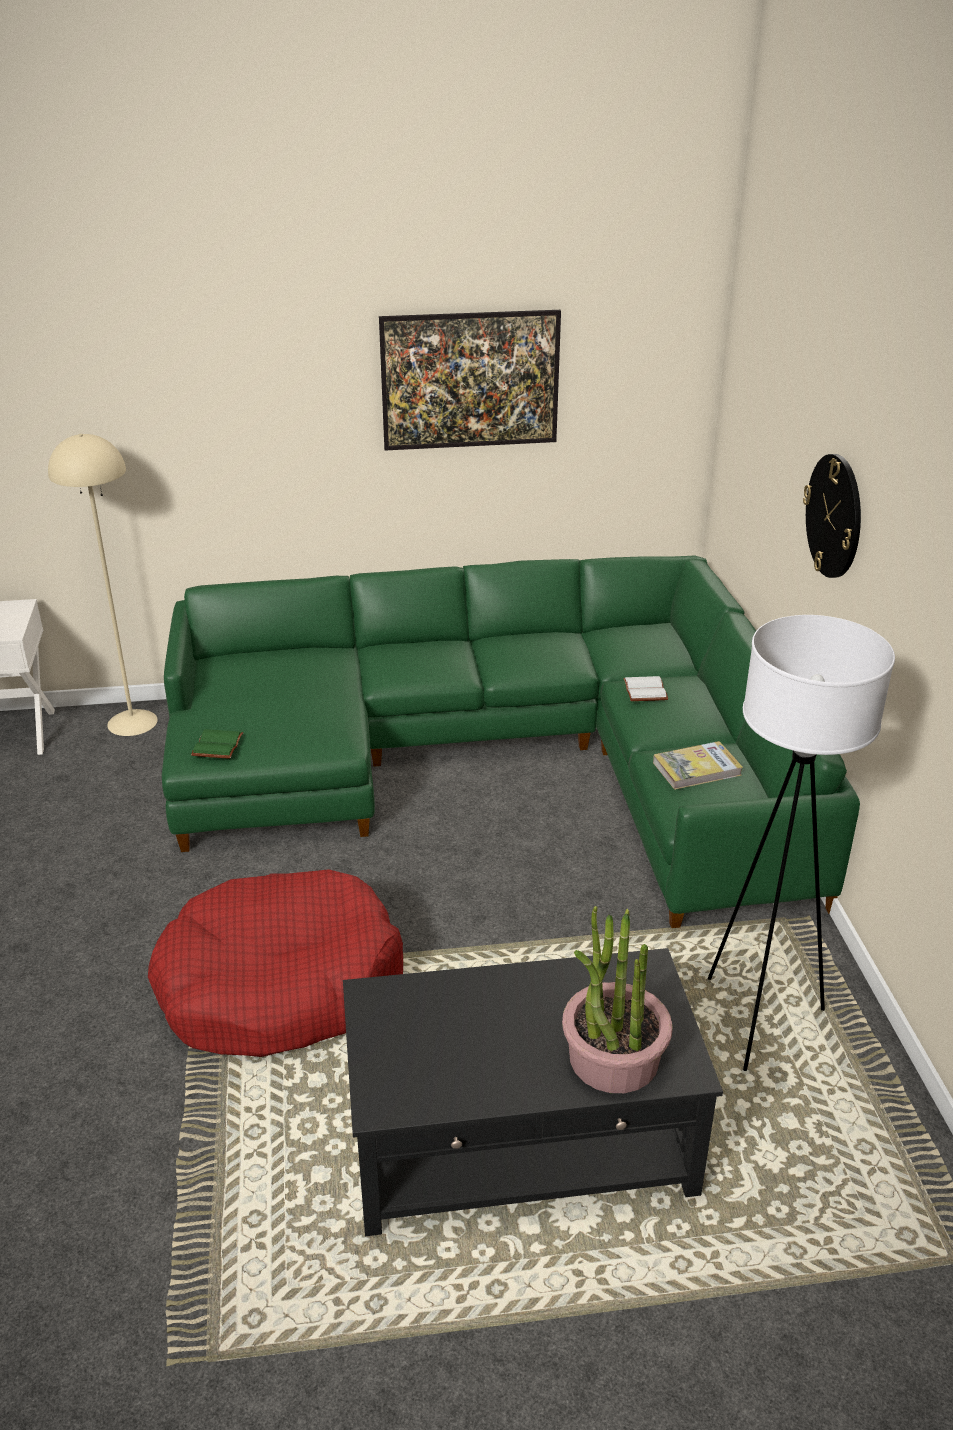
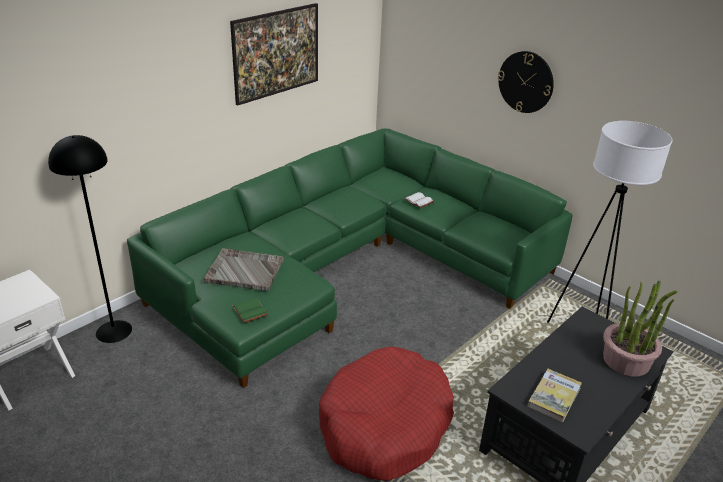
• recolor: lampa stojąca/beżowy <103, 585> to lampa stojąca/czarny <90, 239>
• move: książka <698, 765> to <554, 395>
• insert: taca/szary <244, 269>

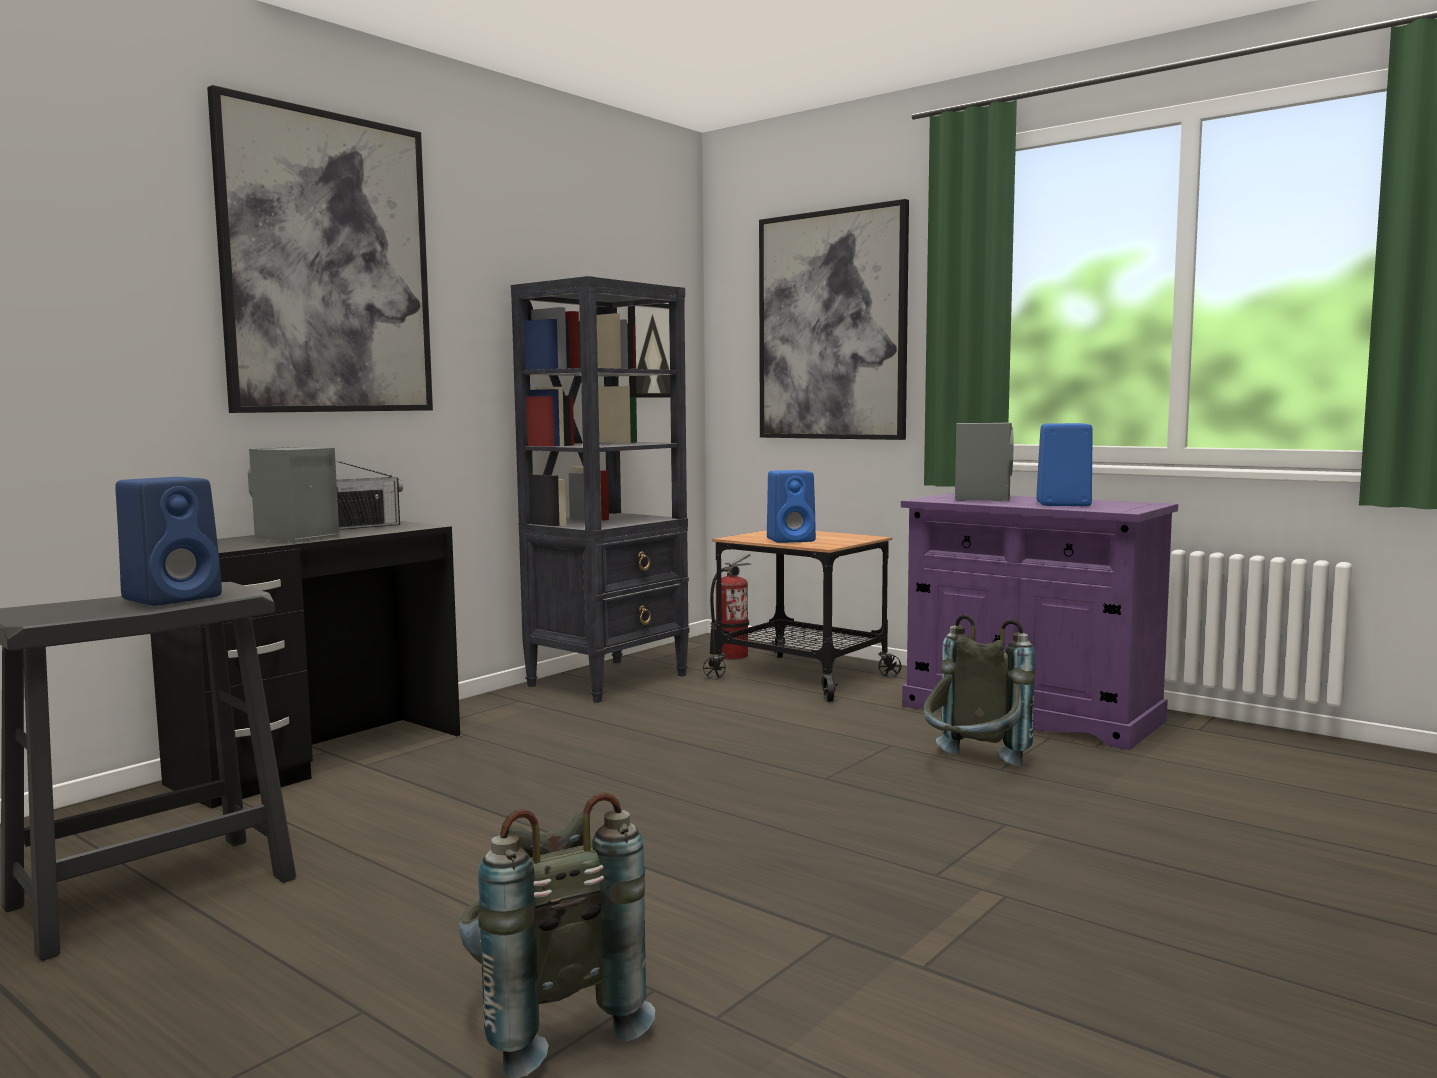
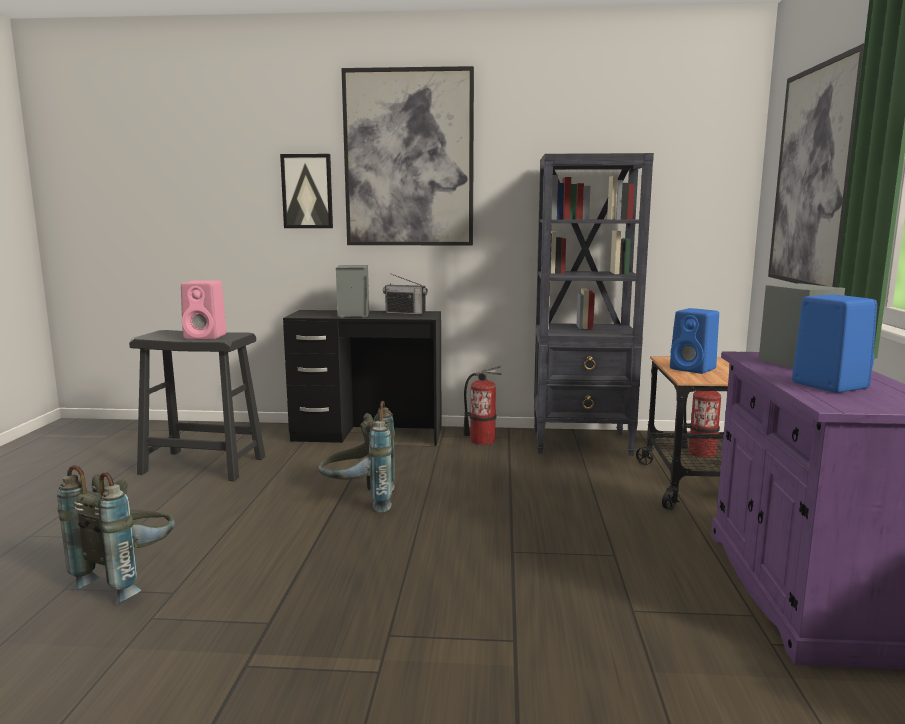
• move: obraz <649, 350> to <306, 191>
• recolor: głośnik/niebieski <168, 541> to głośnik/różowy <203, 310>
• move: plecak/szary <980, 690> to <356, 456>
• insert: gaśnica <482, 405>

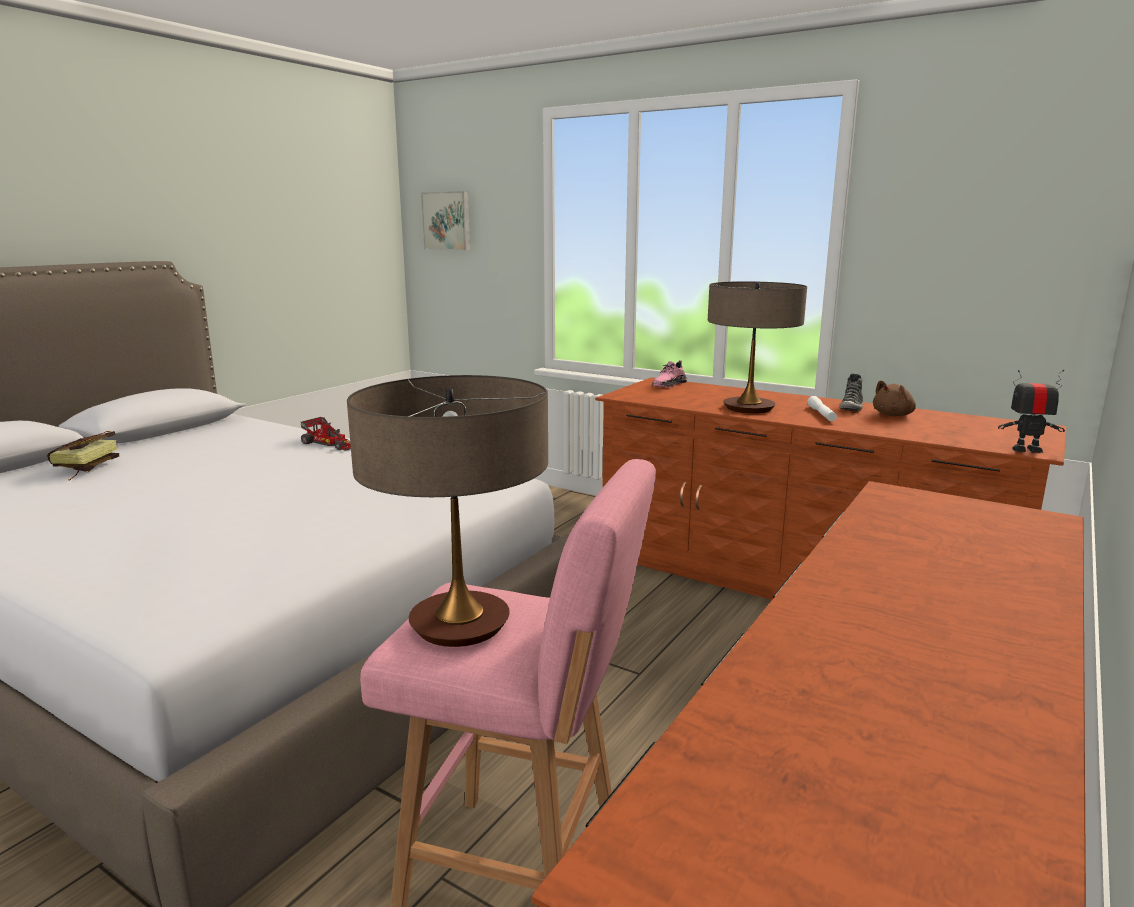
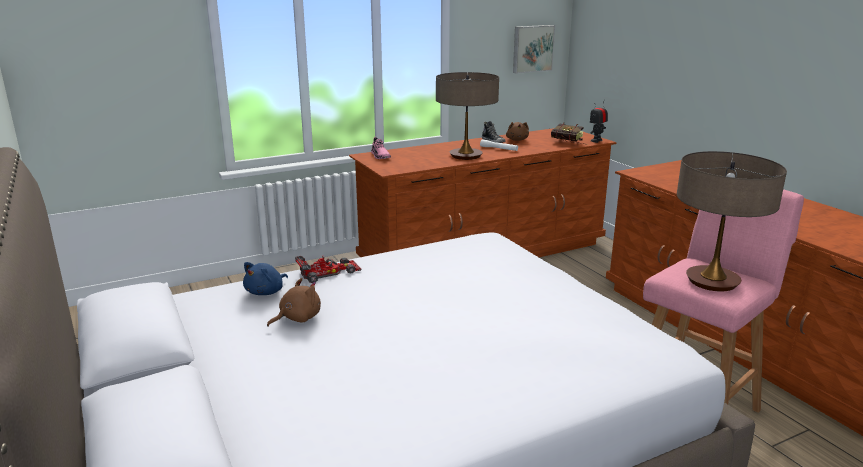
• move: obraz <445, 221> to <534, 49>
• move: książka <83, 456> to <569, 134>
• insert: pluszak/niebieski <265, 278>
• insert: pluszak/brązowy <294, 302>

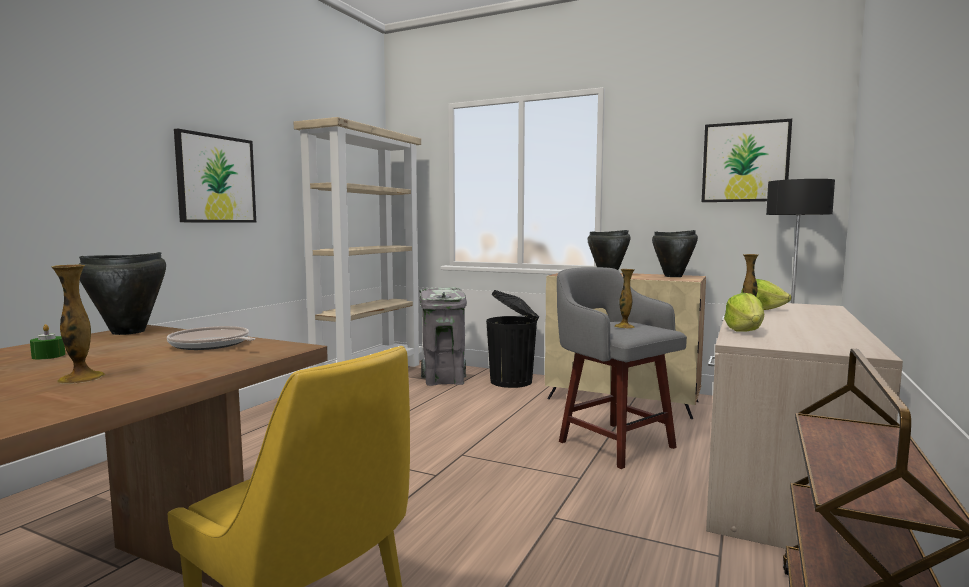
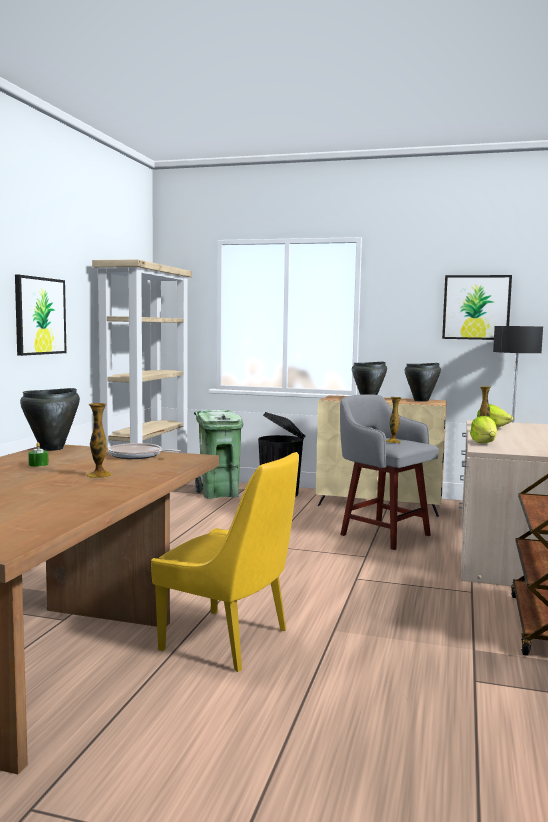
• recolor: kosz na śmieci/szary <443, 337> to kosz na śmieci/zielony <218, 454>

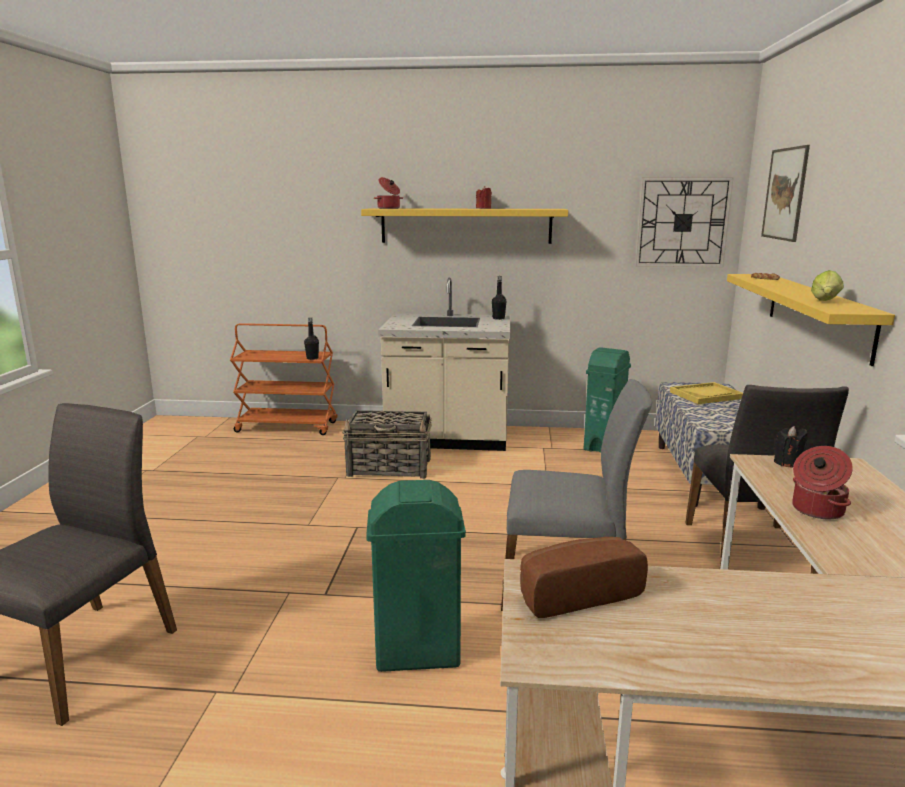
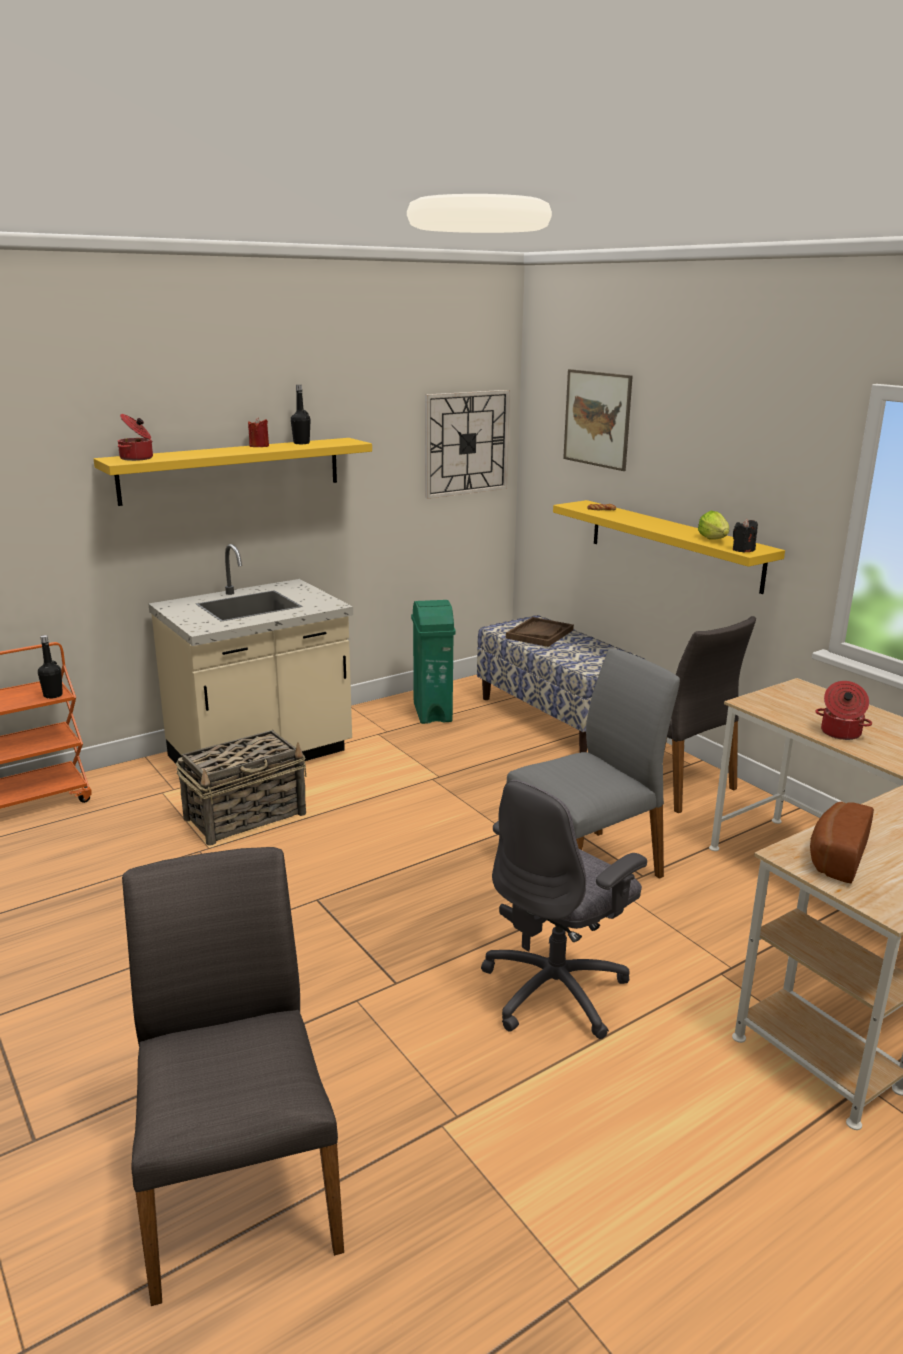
• move: butelka/czarny <499, 298> to <300, 414>
• recolor: taca/żółty <706, 393> to taca/brązowy <540, 632>
• move: świeca/czarny <790, 447> to <745, 536>
• replace: kosz na śmieci/zielony <416, 576> to krzesło biurowe/szary <564, 909>

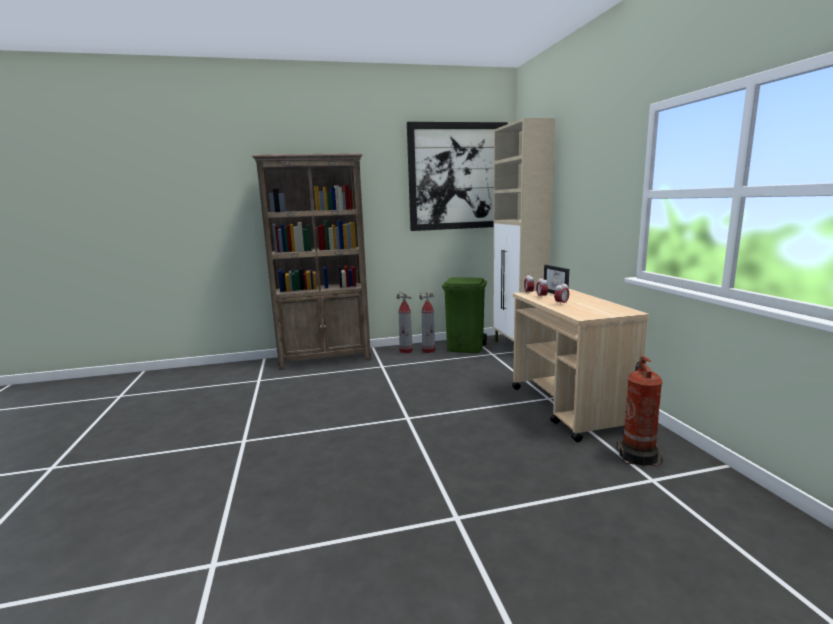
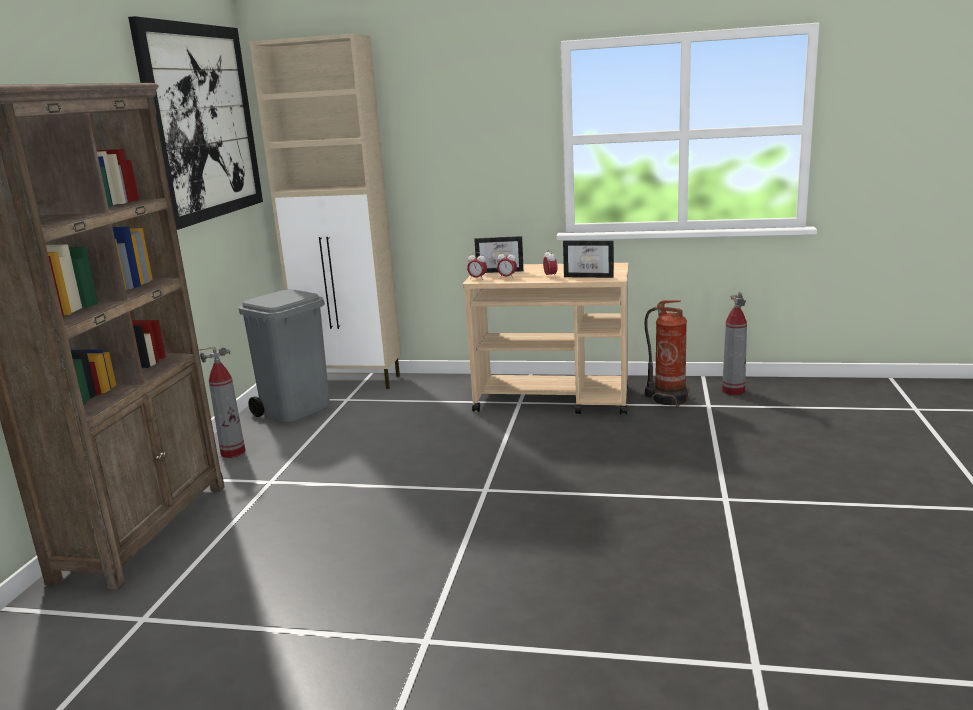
• recolor: kosz na śmieci/zielony <464, 315> to kosz na śmieci/szary <284, 356>
• move: gaśnica <427, 322> to <734, 343>
• insert: ramka na zdjęcie <588, 259>

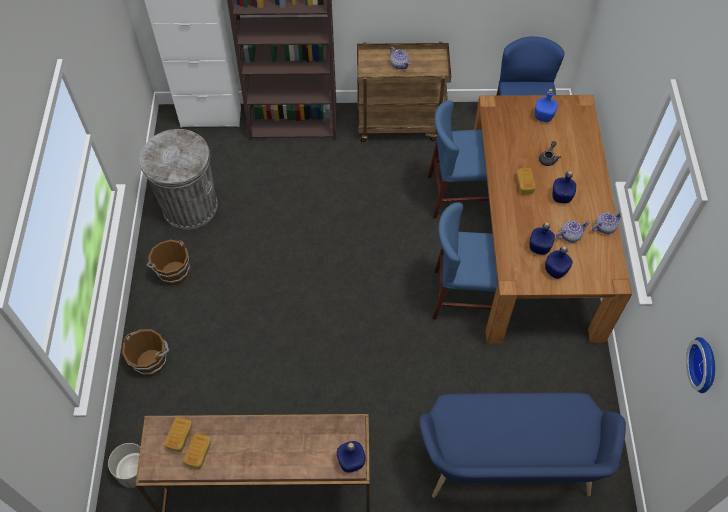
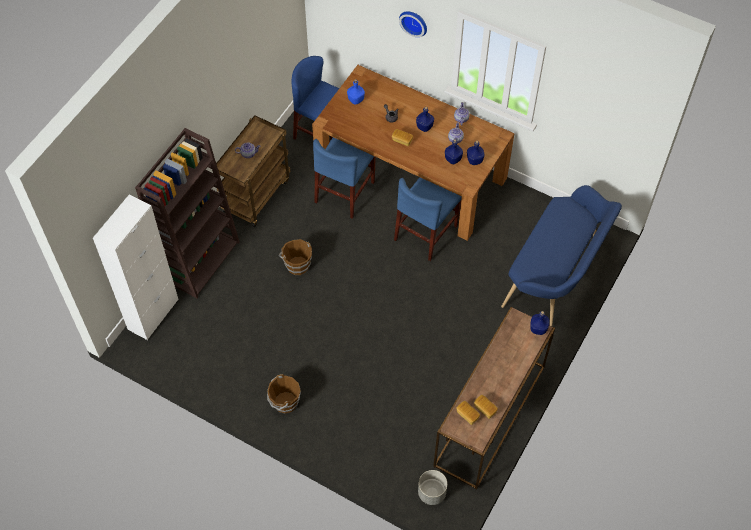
• delete: kosz na śmieci/szary <178, 179>
• move: wiadro/brązowy <145, 352> to <295, 257>
• move: zegar ścienny <700, 365> to <413, 24>

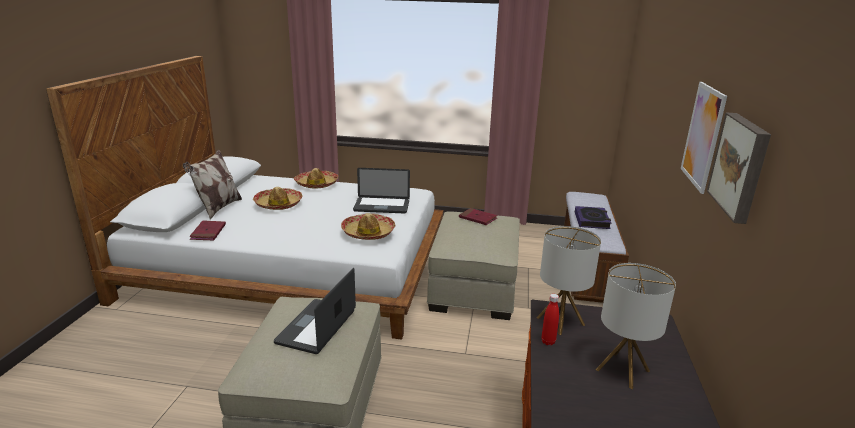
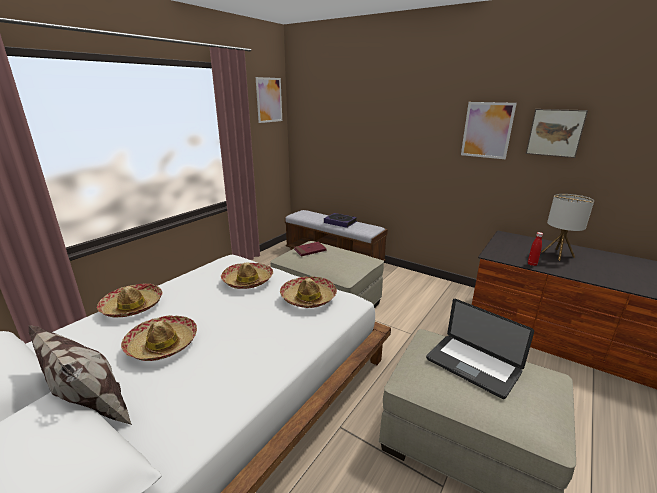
• replace: laptop <381, 191> to kapelusz <247, 275>
• delete: książka/czerwony <207, 230>
• delete: lampa stołowa <569, 280>
• insert: obraz <269, 100>

